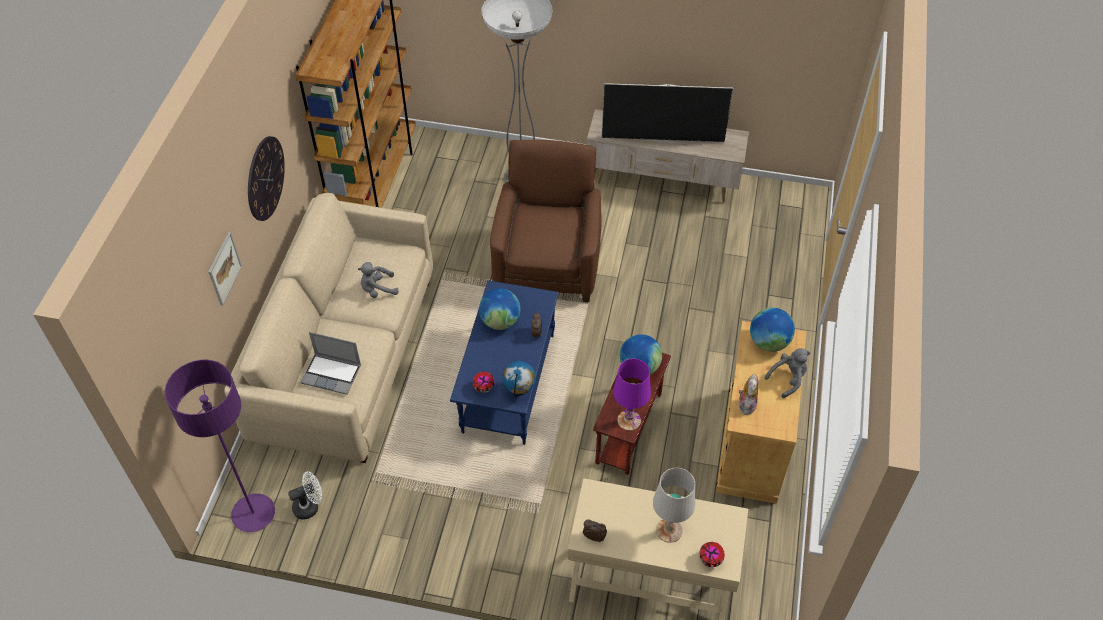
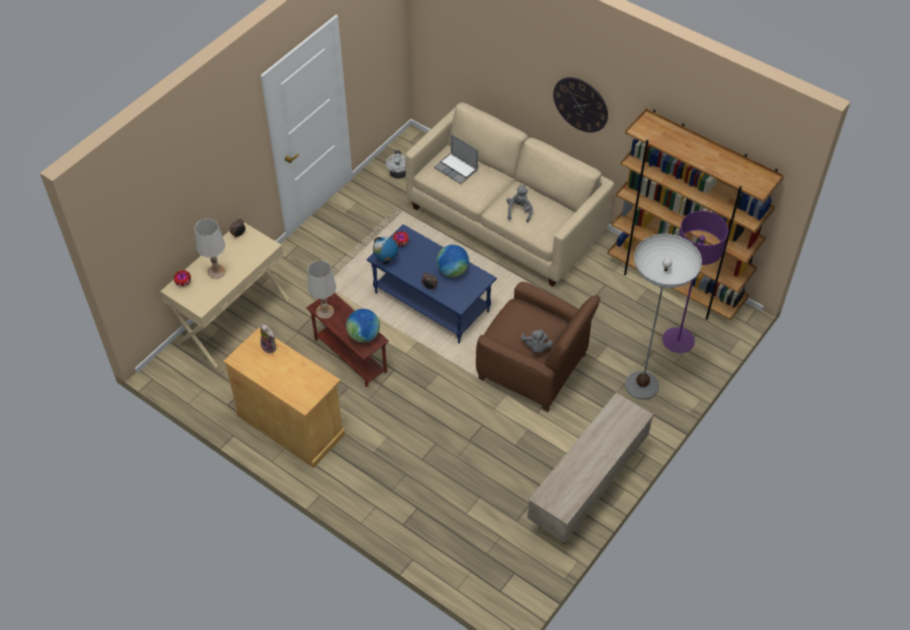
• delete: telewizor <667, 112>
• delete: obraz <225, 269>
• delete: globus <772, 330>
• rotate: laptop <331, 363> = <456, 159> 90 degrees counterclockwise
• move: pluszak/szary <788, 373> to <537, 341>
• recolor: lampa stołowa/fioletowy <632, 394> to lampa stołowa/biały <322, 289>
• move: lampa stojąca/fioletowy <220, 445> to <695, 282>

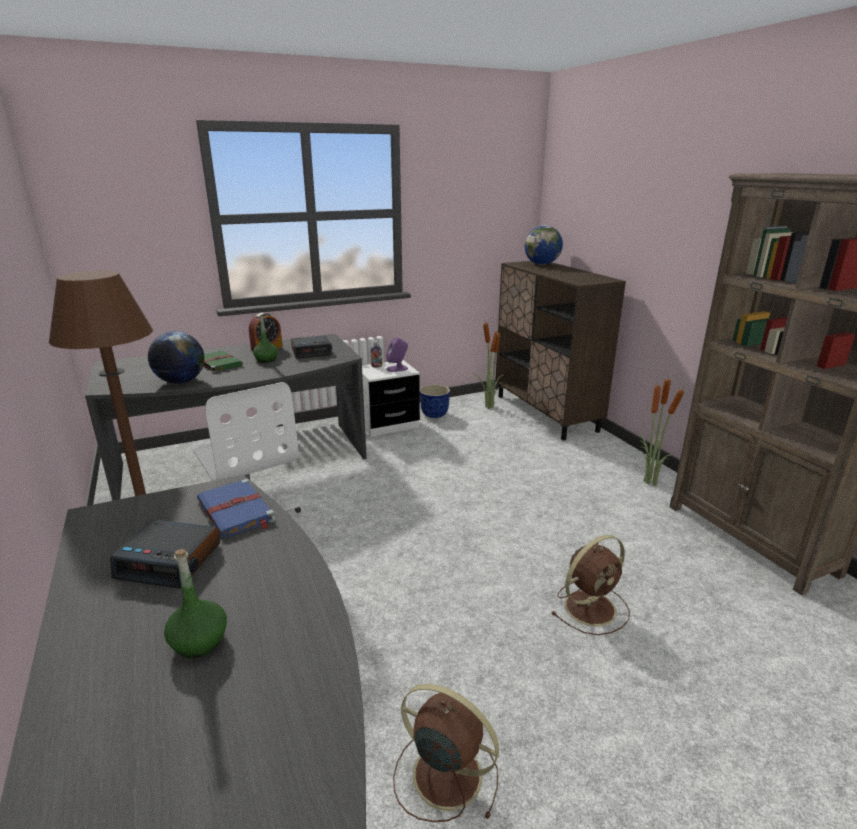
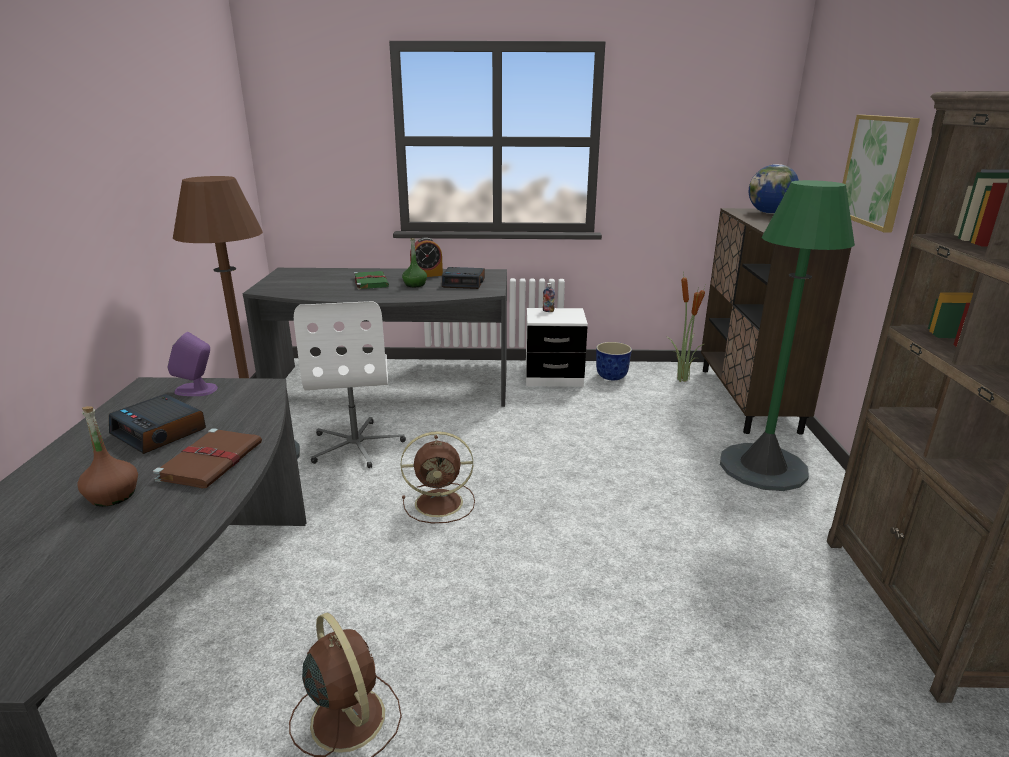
• delete: globus <176, 357>
• move: głośnik/fioletowy <397, 354> to <192, 364>
• delete: roślina doniczkowa <660, 430>
• delete: książka/niebieski <236, 508>
• move: wentylator/brązowy <590, 585> to <438, 477>
• recolor: butelka/zielony <195, 603> to butelka/brązowy <107, 456>
• insert: obraz <881, 174>
• insert: lampa stojąca/zielony <787, 335>
• insert: książka/brązowy <207, 458>

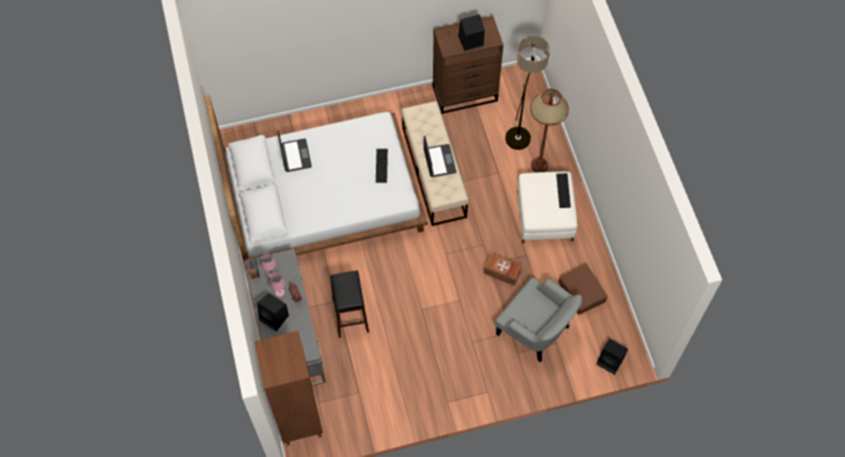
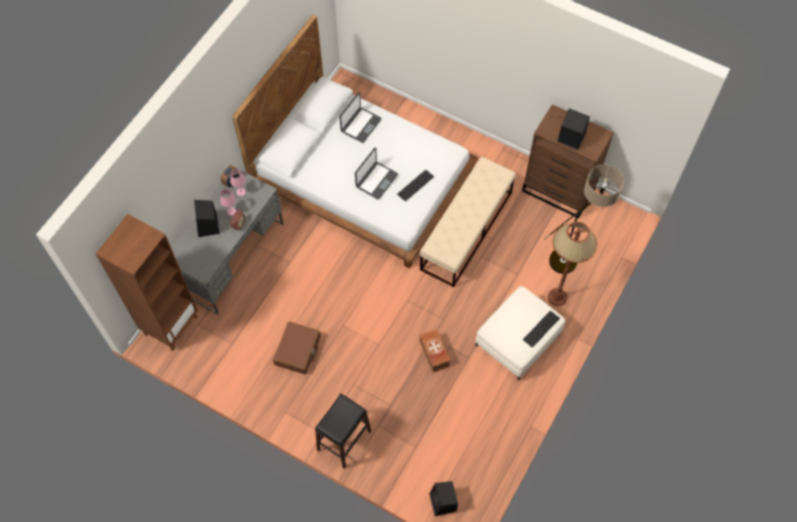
• move: laptop <440, 156> to <376, 173>
• move: walizka/brązowy <583, 289> to <297, 347>
• move: stołek/czarny <349, 304> to <343, 431>
• delete: fotel/szary <538, 320>

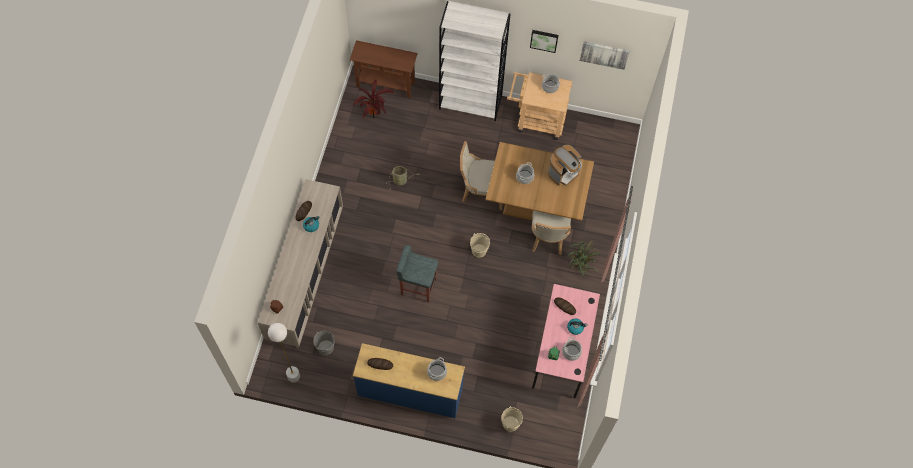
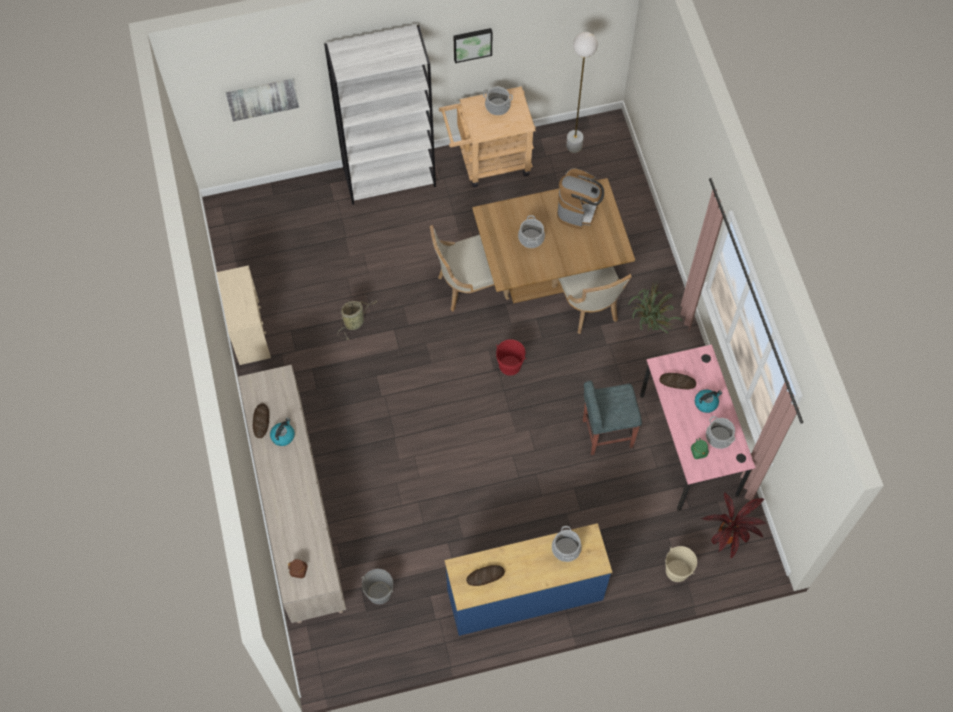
• delete: stolik konsolowy/brązowy <384, 69>
• move: obraz <605, 55> to <262, 99>
• move: roślina doniczkowa <374, 99> to <734, 525>
• recolor: wiadro/beżowy <480, 245> to wiadro/czerwony <511, 357>
• move: stołek/szary <417, 273> to <612, 418>
• move: lampa stojąca/biały <284, 352> to <582, 92>
• insert: komoda/beżowy <243, 315>

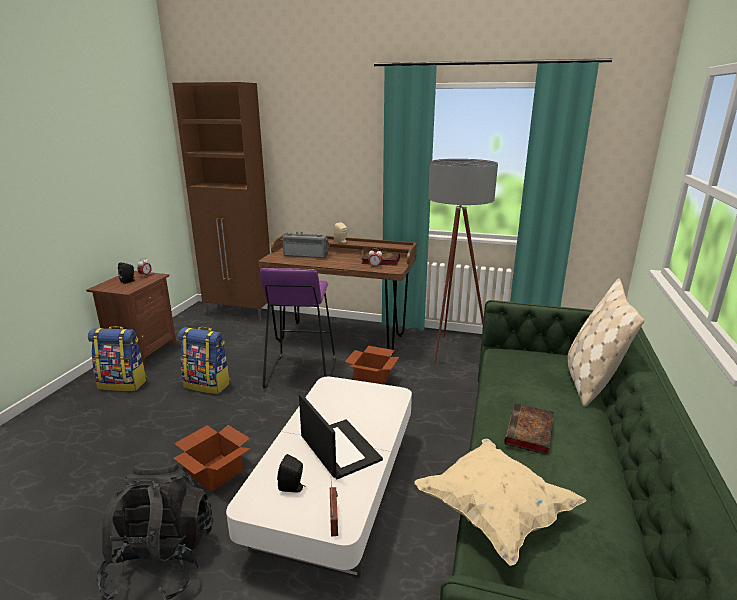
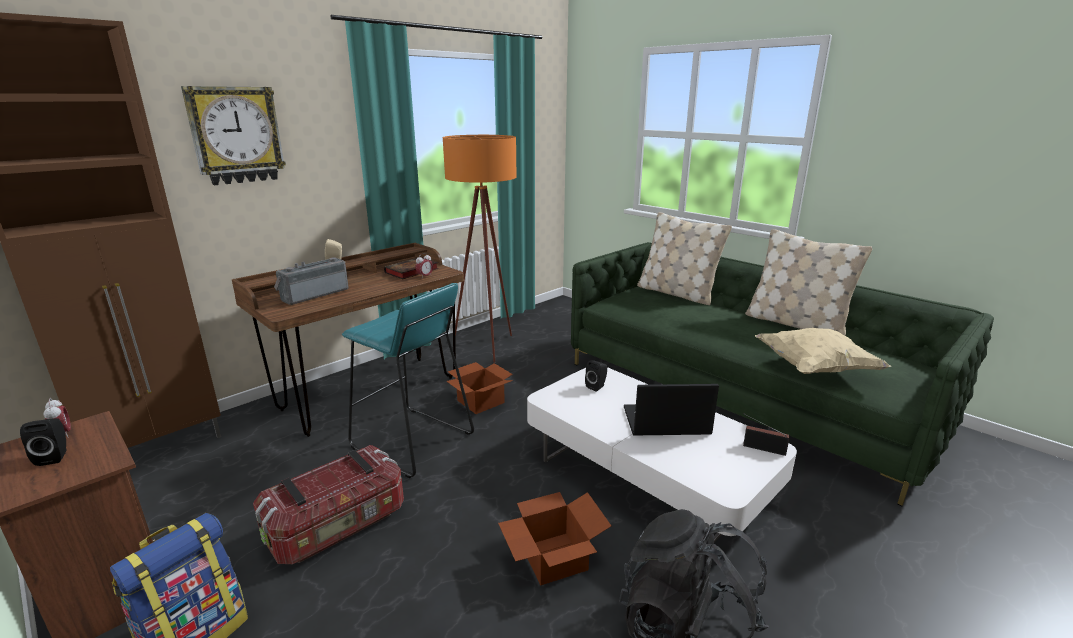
• recolor: lampa stojąca/szary <463, 261> to lampa stojąca/pomarańczowy <480, 249>
• recolor: stołek/fioletowy <298, 328> to stołek/turkusowy <408, 380>
• replace: plecak <204, 360> to pojemnik do przechowywania <328, 504>
• delete: książka <529, 429>
• move: głośnik/czarny <290, 473> to <596, 376>
• insert: zegar ścienny <233, 135>
• insert: poduszka/beżowy <808, 282>

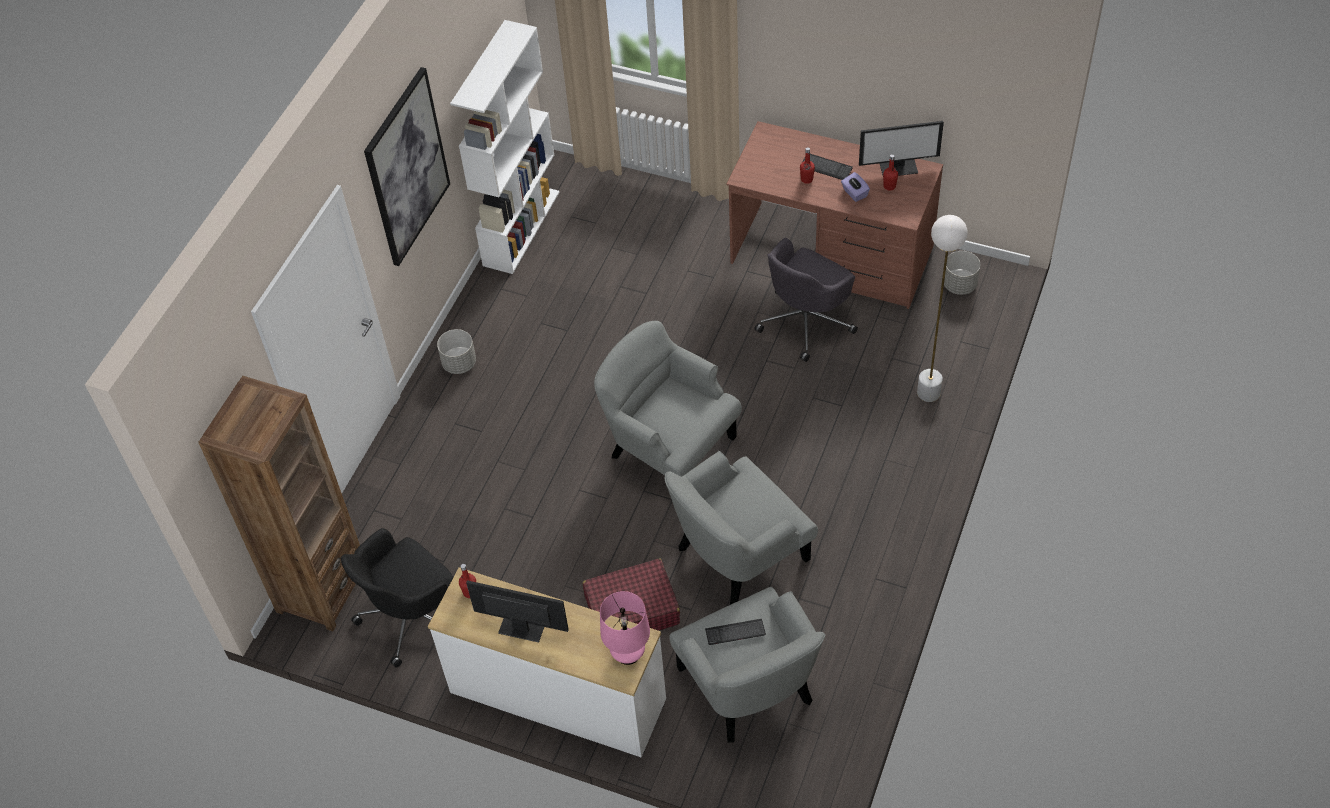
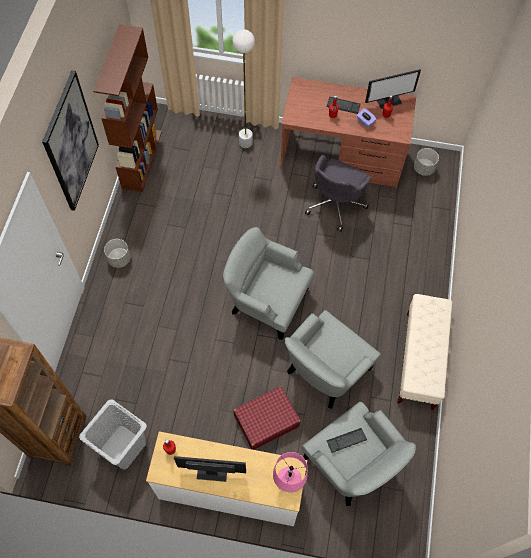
• recolor: regał/biały <504, 147> to regał/brązowy <127, 108>
• move: lampa stojąca/biały <942, 308> to <244, 88>
• replace: krzesło biurowe/czarny <397, 598> to kosz na pranie/szary <113, 434>
• insert: ławka/beżowy <425, 352>

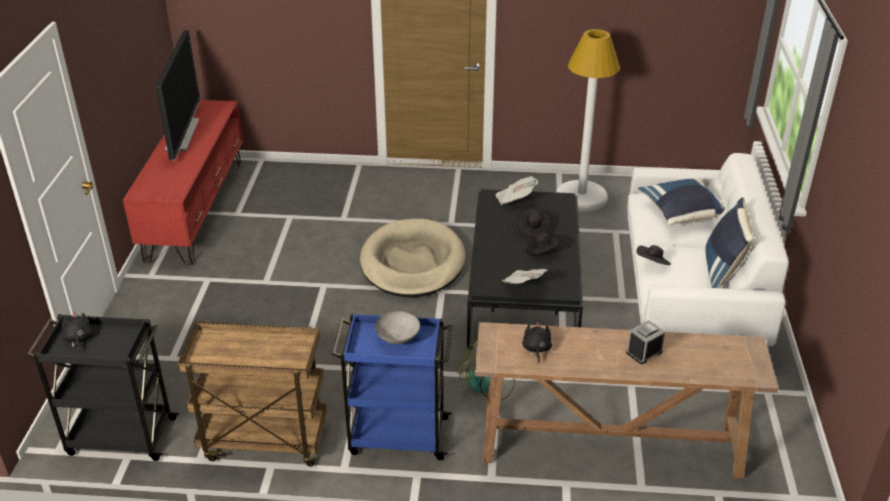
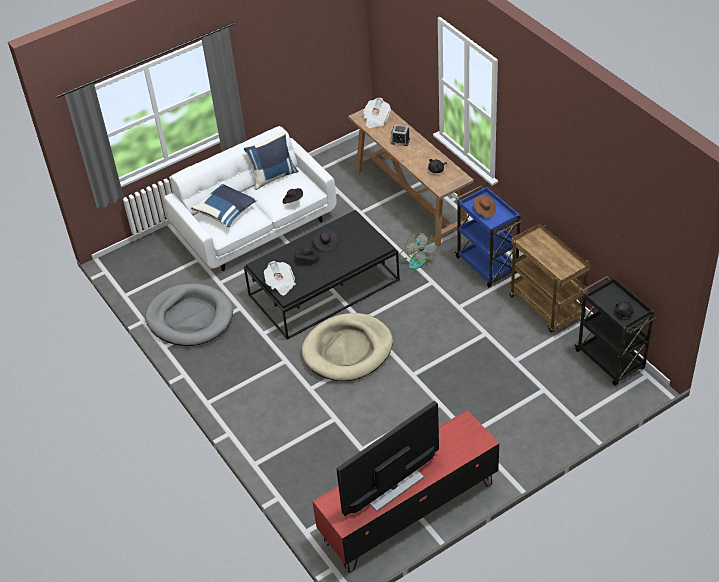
• replace: lampa stojąca/biały <588, 120> to legowisko/szary <189, 314>
• move: gazeta <525, 276> to <377, 113>
• replace: miska/szary <397, 327> to kapelusz/brązowy <484, 207>

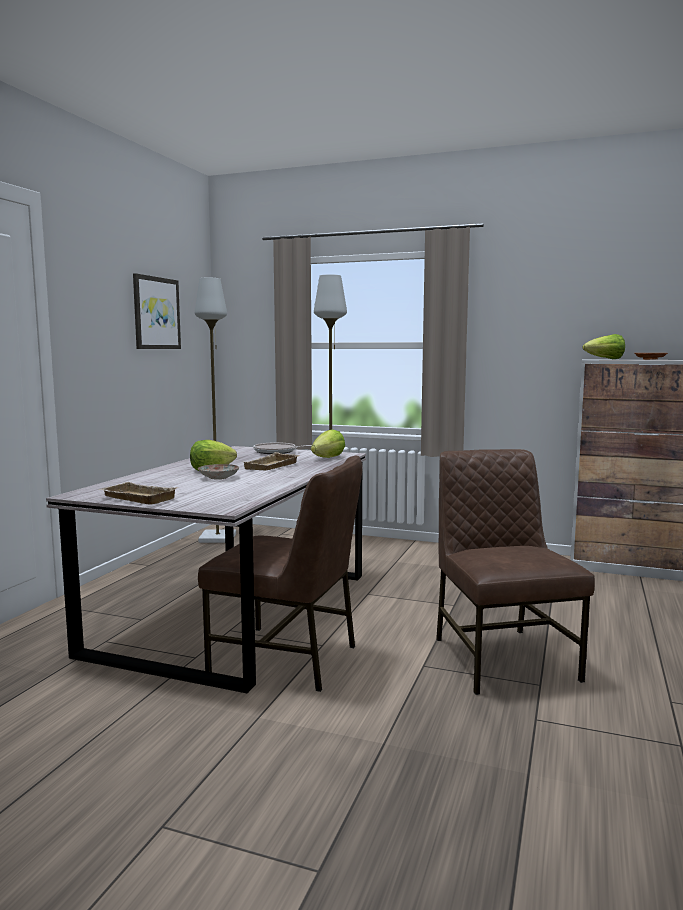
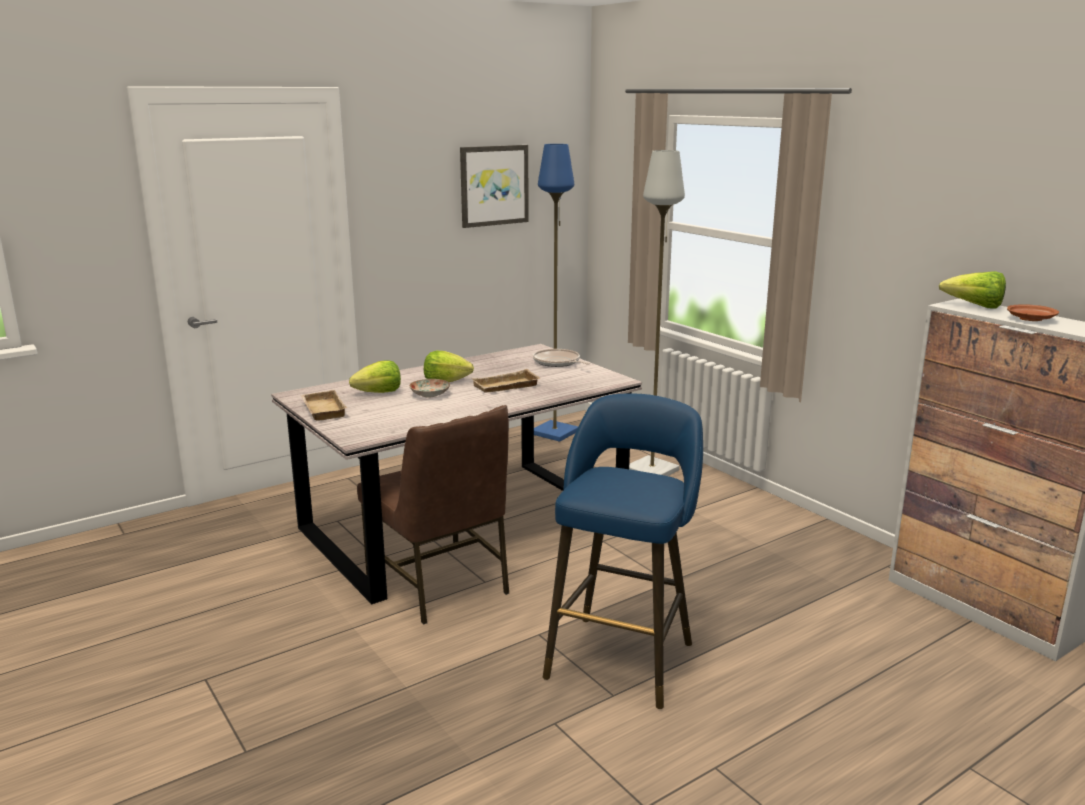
• recolor: lampa stojąca/szary <215, 410> to lampa stojąca/niebieski <556, 293>
• move: sałata <328, 443> to <375, 376>
• replace: krzesło/brązowy <515, 572> to stołek/niebieski <623, 551>

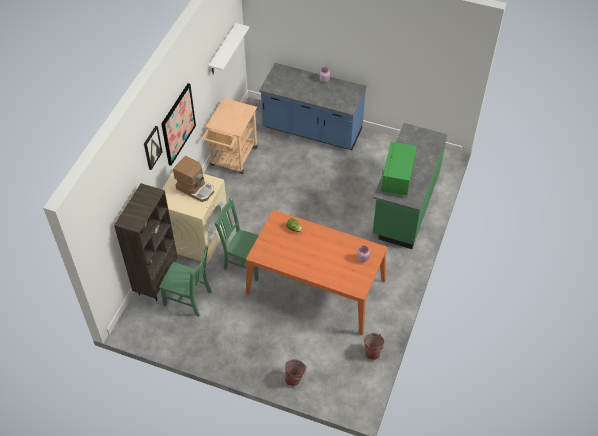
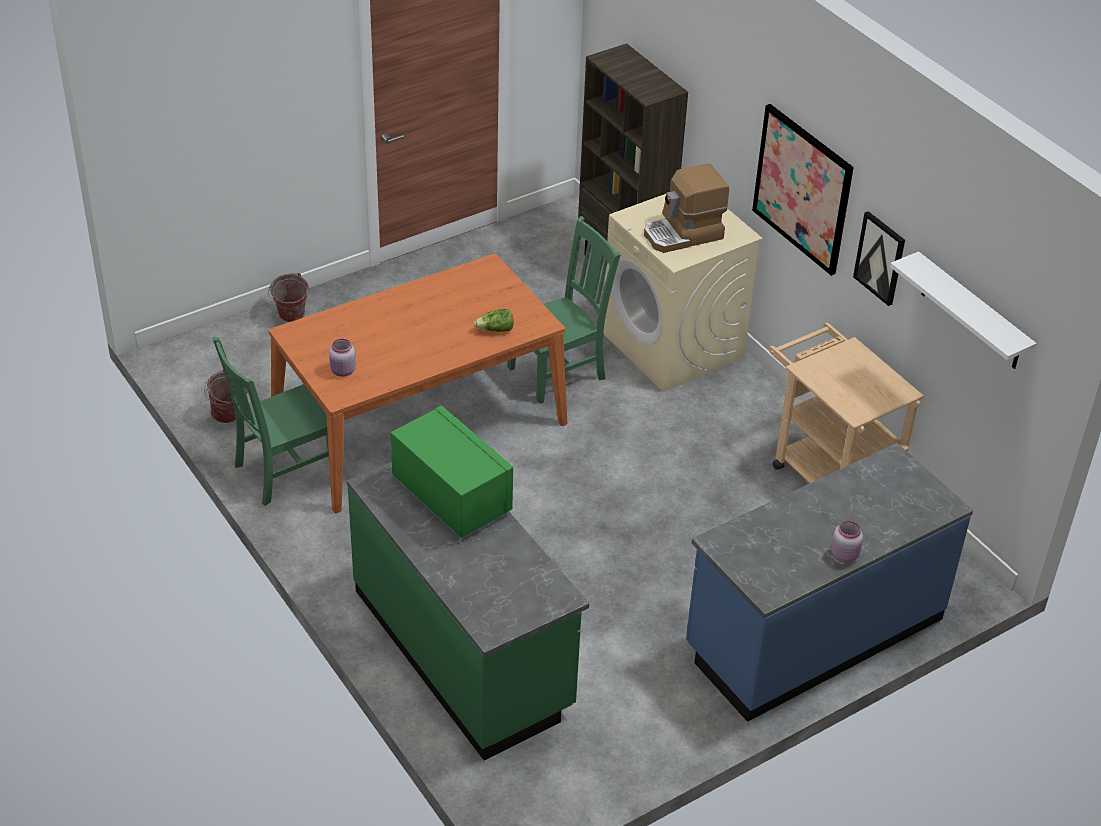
• move: obraz <153, 148> to <879, 258>
• move: krzesło/zielony <185, 281> to <270, 421>

